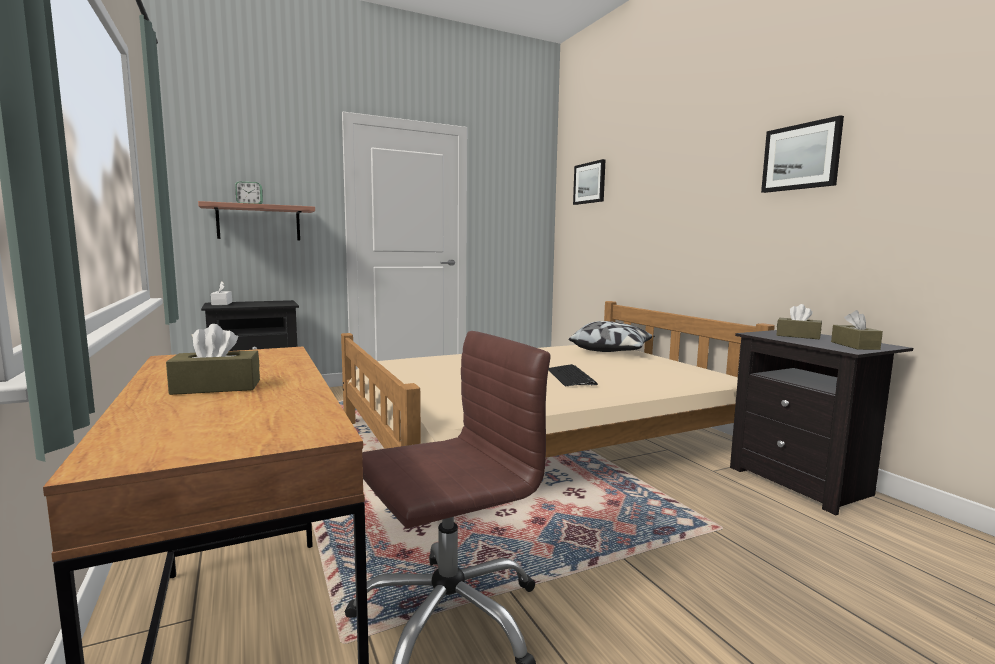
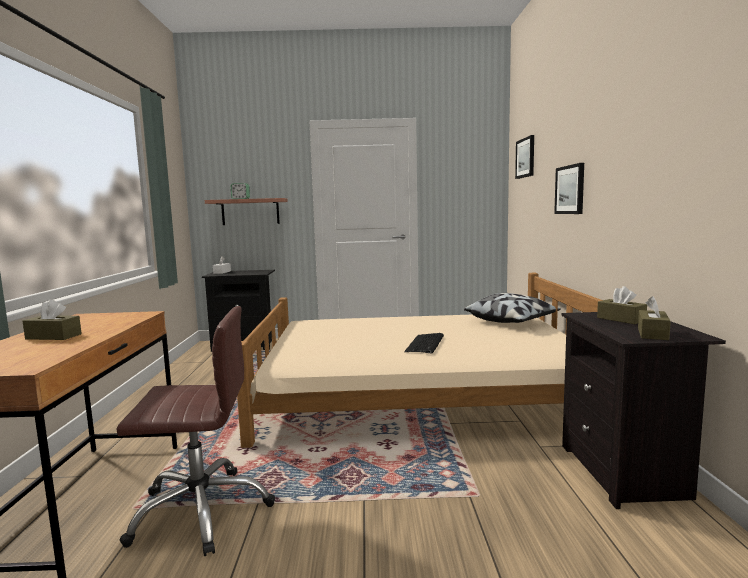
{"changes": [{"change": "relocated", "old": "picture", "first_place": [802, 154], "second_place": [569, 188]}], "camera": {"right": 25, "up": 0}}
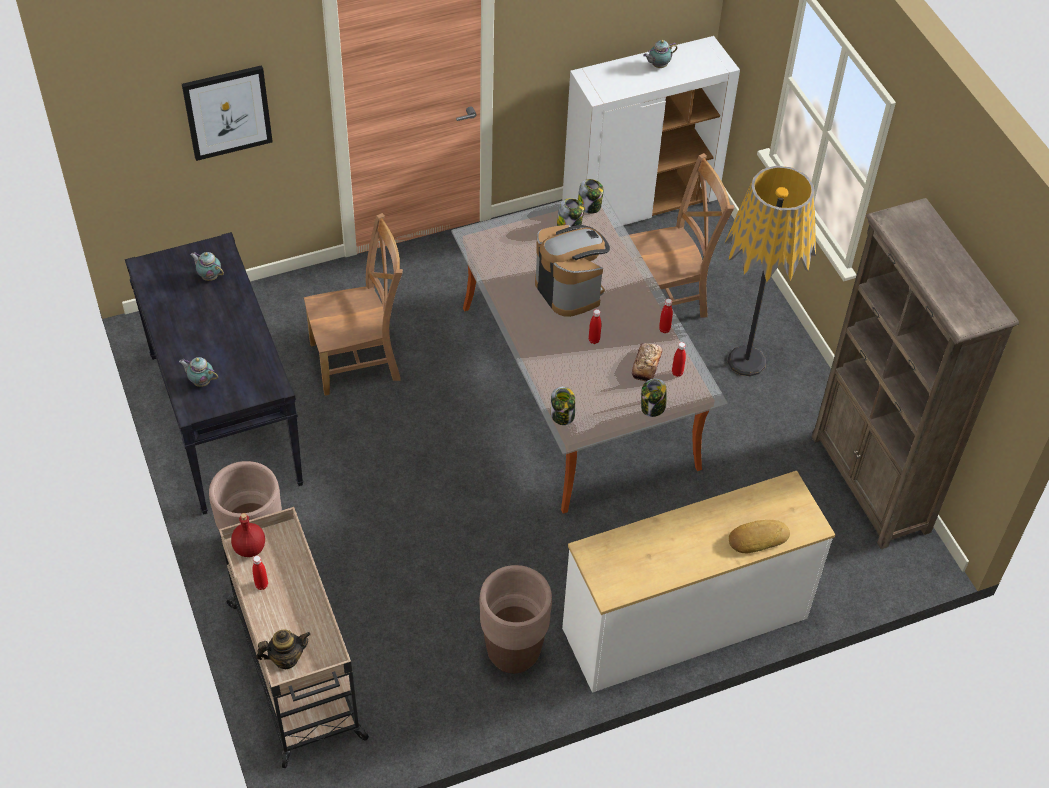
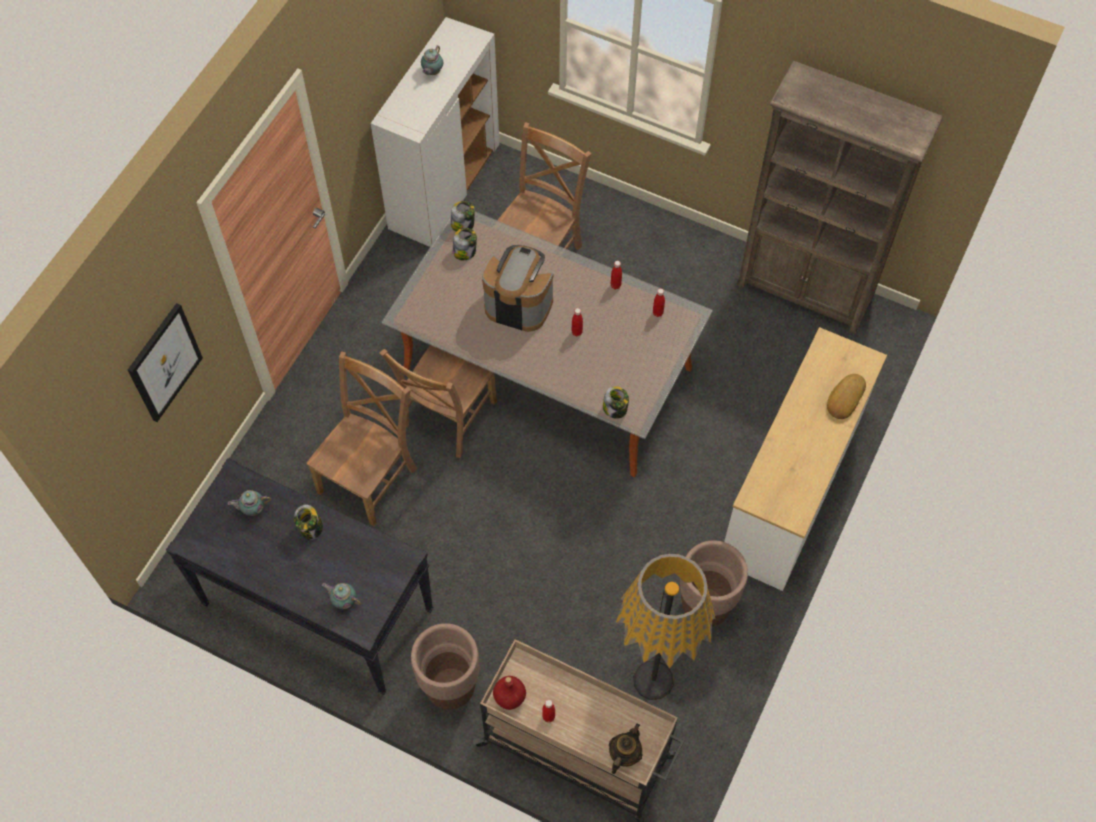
{"changes": [{"change": "relocated", "old": "storage jar", "first_place": [654, 397], "second_place": [308, 522]}, {"change": "spun", "old": "tea pot", "first_place": [198, 372], "second_place": [341, 596], "degrees": 45}, {"change": "appeared", "new": "chair/brown", "second_place": [438, 401]}, {"change": "relocated", "old": "standing lamp", "first_place": [770, 271], "second_place": [665, 627]}, {"change": "missing", "old": "baked bread", "first_place": [647, 362]}], "camera": {"right": -40, "up": 10}}
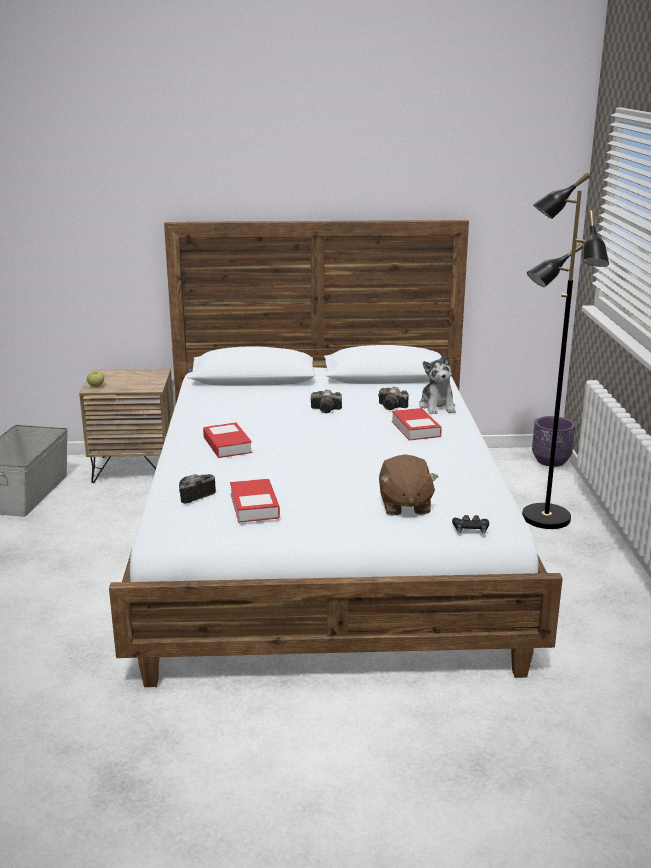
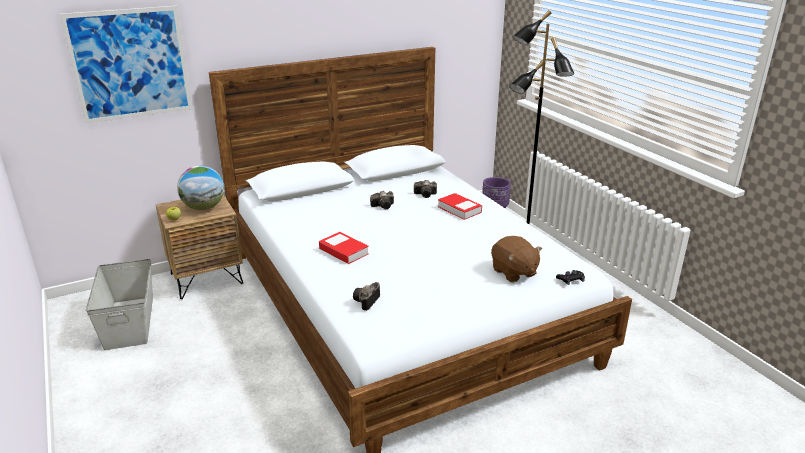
{"changes": [{"change": "appeared", "new": "picture", "second_place": [126, 65]}, {"change": "appeared", "new": "globe", "second_place": [200, 187]}, {"change": "missing", "old": "volume", "first_place": [255, 501]}, {"change": "missing", "old": "plush toy", "first_place": [437, 383]}], "camera": {"right": -25, "up": 5}}
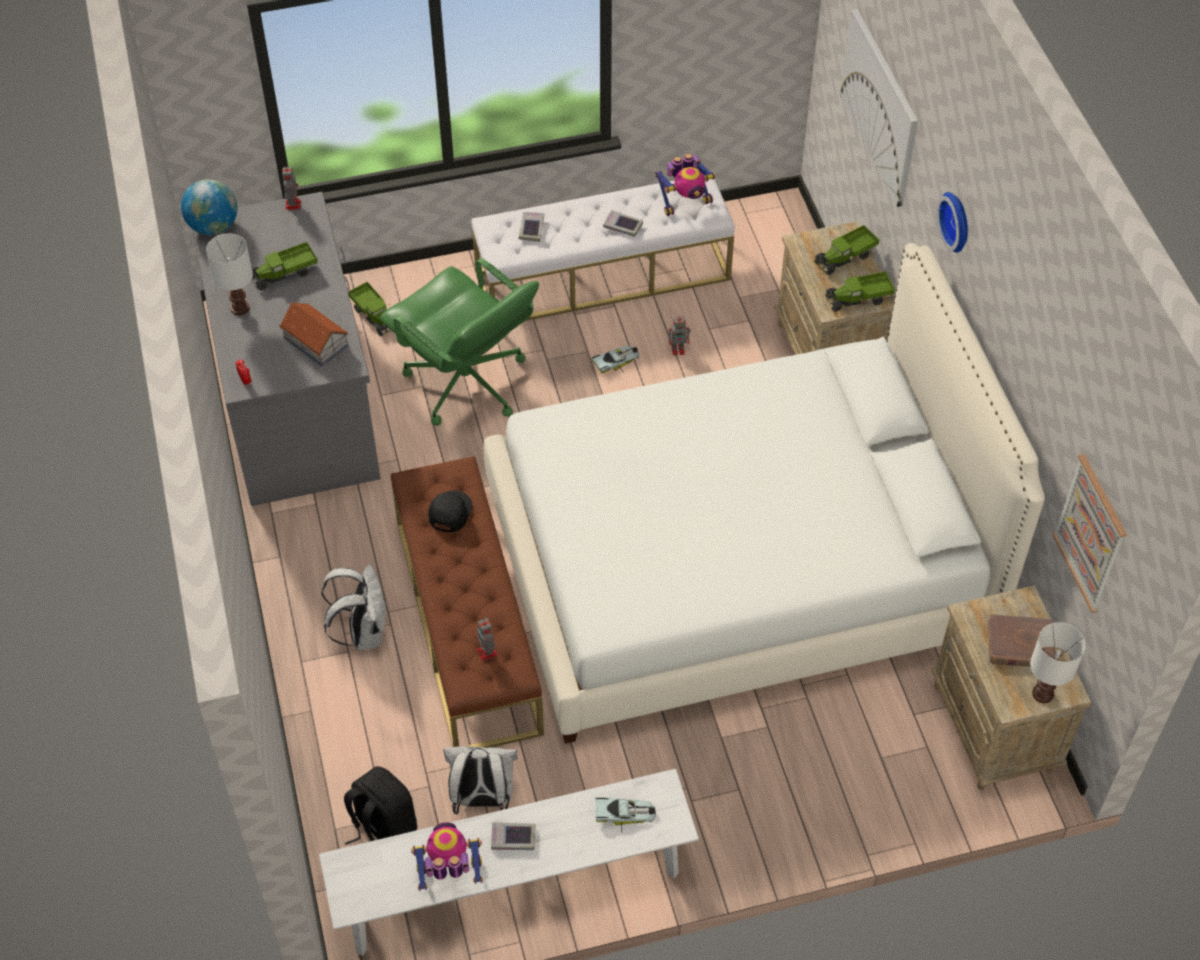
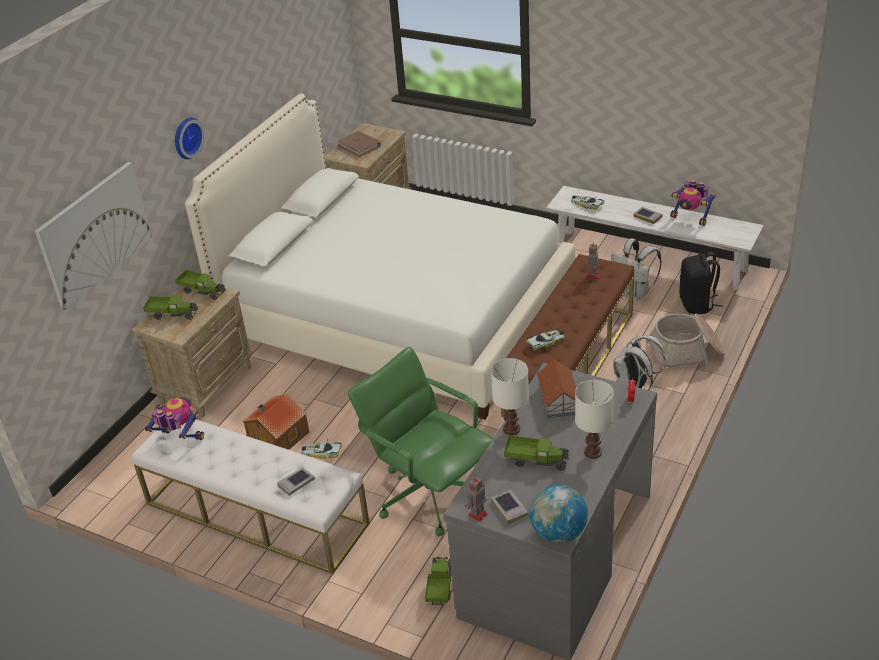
{"changes": [{"change": "exchanged", "old": "robot figure", "new": "miniature house", "first_place": [680, 335], "second_place": [276, 422]}, {"change": "spun", "old": "desk chair/greenish", "first_place": [459, 342], "second_place": [420, 441], "degrees": -45}, {"change": "relocated", "old": "tabletop lamp/white-coloured", "first_place": [1058, 662], "second_place": [510, 396]}, {"change": "relocated", "old": "volume", "first_place": [623, 223], "second_place": [509, 507]}, {"change": "exchanged", "old": "baseball cap/black", "new": "toy car", "first_place": [450, 511], "second_place": [545, 341]}, {"change": "appeared", "new": "storage basket", "second_place": [685, 343]}, {"change": "missing", "old": "picture", "first_place": [1089, 533]}], "camera": {"right": -135, "up": -15}}
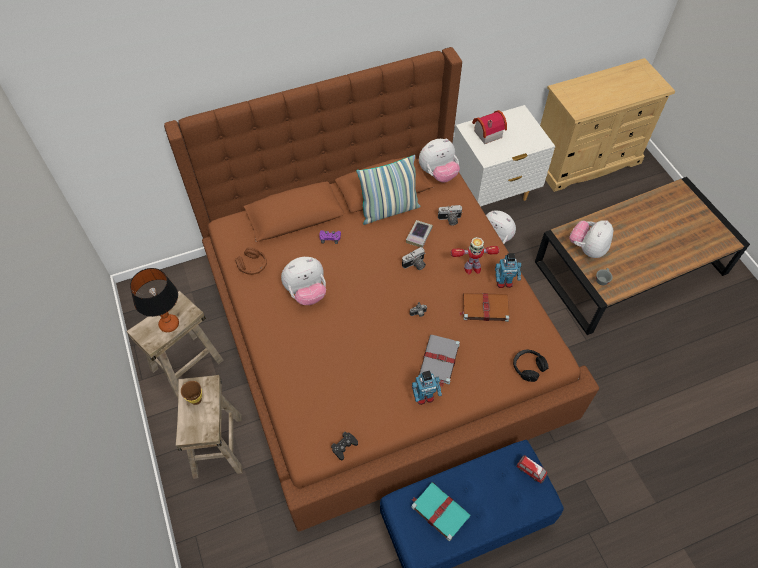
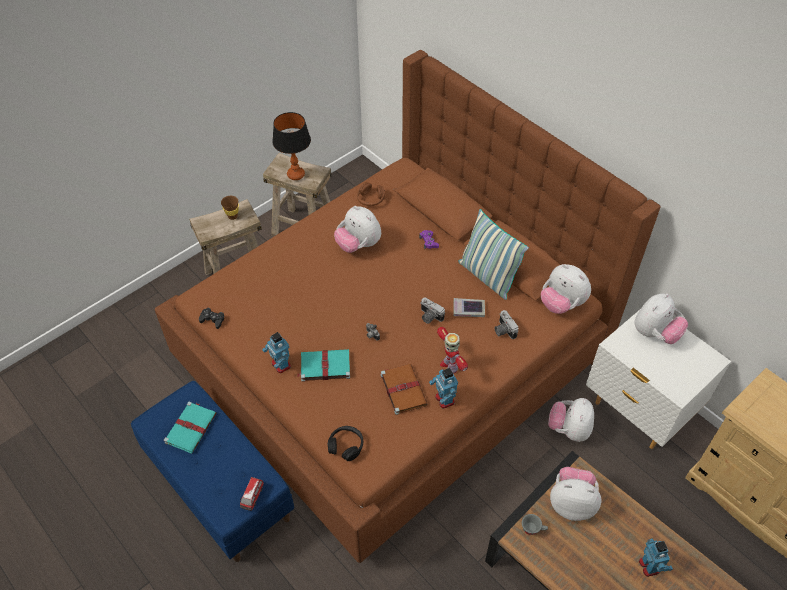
{"changes": [{"change": "colour", "old": "volume/grey", "new": "volume/turquoise-coloured", "first_place": [439, 361], "second_place": [323, 365]}, {"change": "exchanged", "old": "miniature house", "new": "plush toy", "first_place": [489, 127], "second_place": [661, 319]}, {"change": "appeared", "new": "robot figure", "second_place": [656, 557]}], "camera": {"right": 70, "up": -5}}
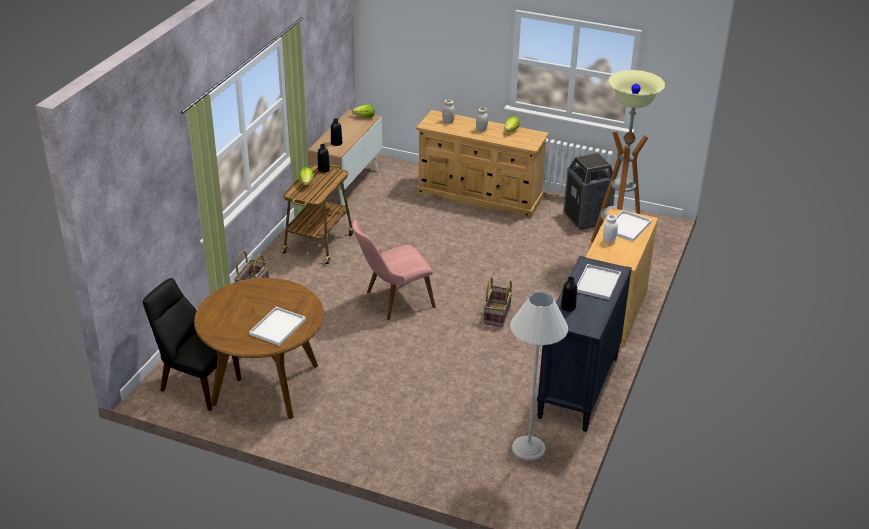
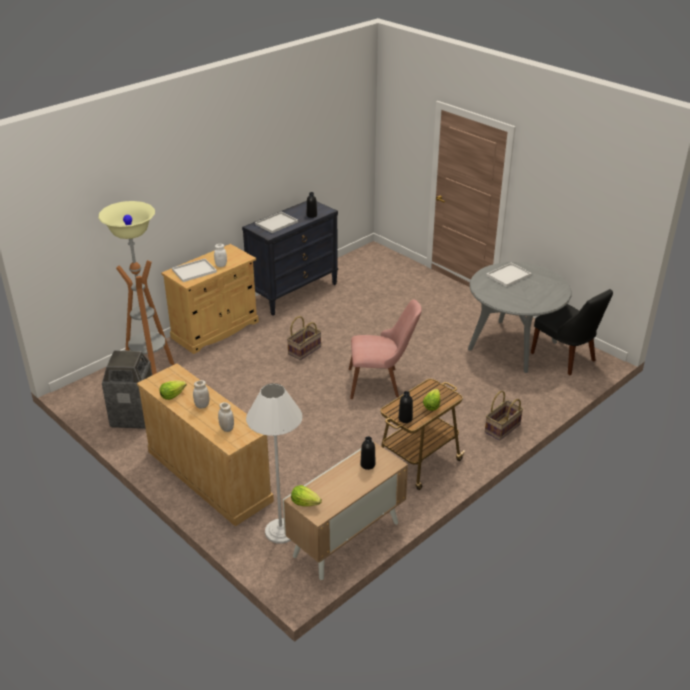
{"changes": [{"change": "relocated", "old": "standing lamp/white-coloured", "first_place": [539, 376], "second_place": [274, 463]}, {"change": "colour", "old": "dinner table/brown", "new": "dinner table/grey", "first_place": [259, 348], "second_place": [520, 317]}], "camera": {"right": -155, "up": 0}}
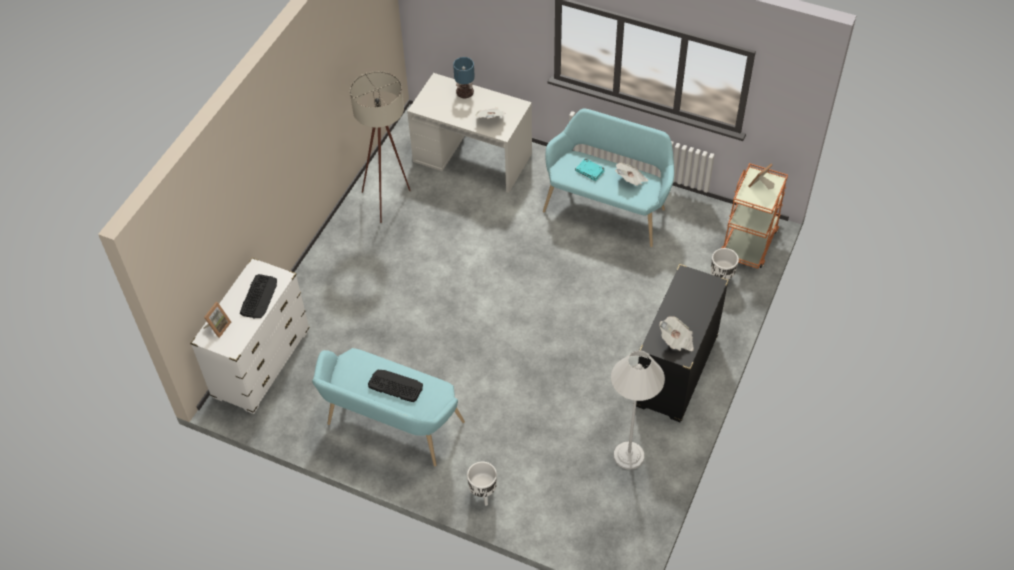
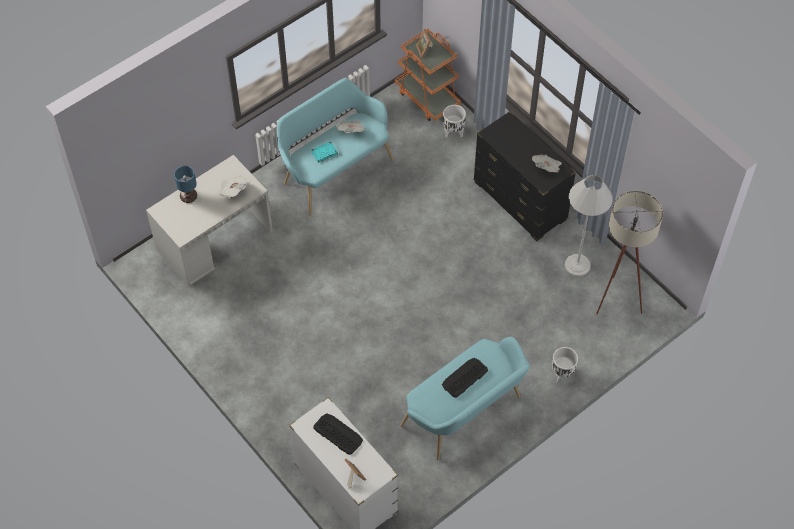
{"changes": [{"change": "relocated", "old": "standing lamp/beige", "first_place": [380, 147], "second_place": [629, 252]}], "camera": {"right": -65, "up": 5}}
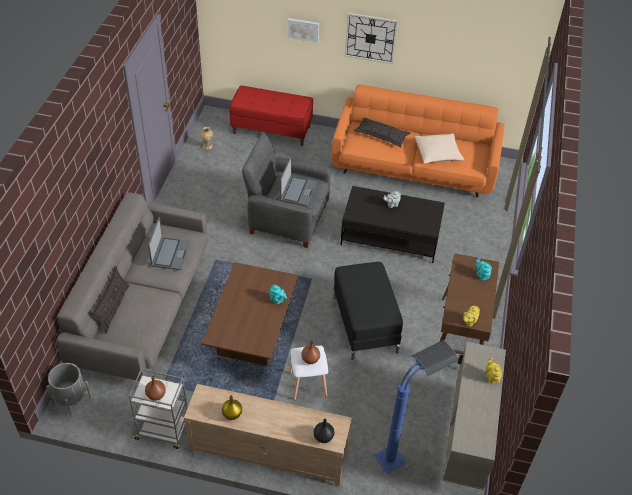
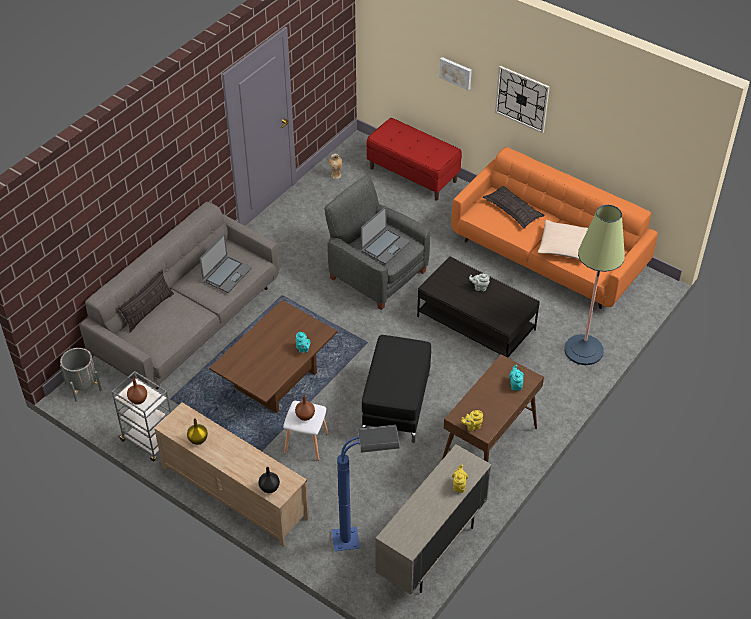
{"changes": [{"change": "appeared", "new": "standing lamp", "second_place": [594, 285]}], "camera": {"right": 25, "up": 0}}
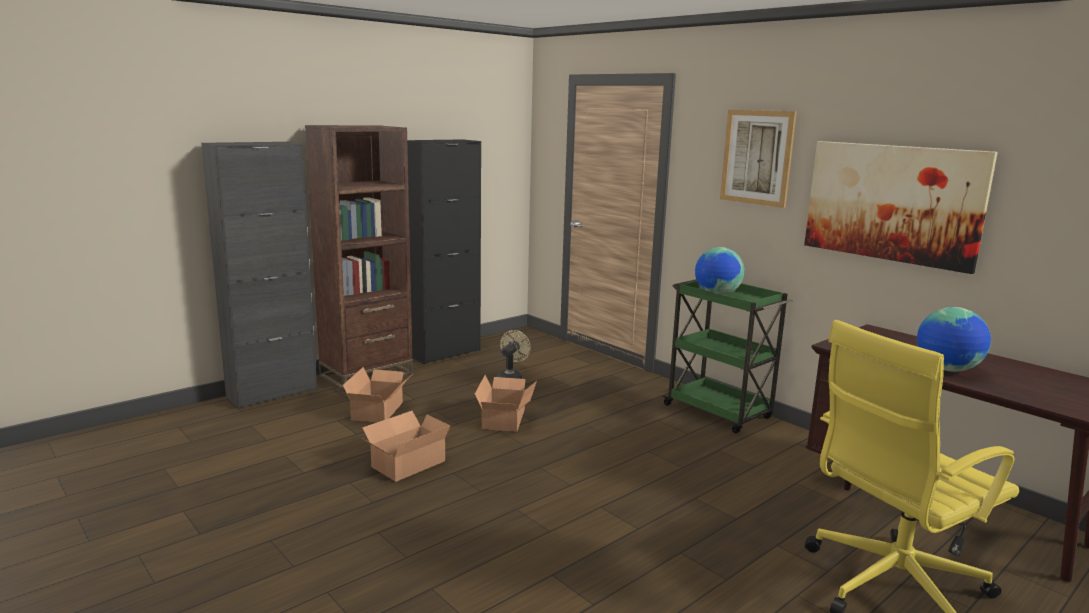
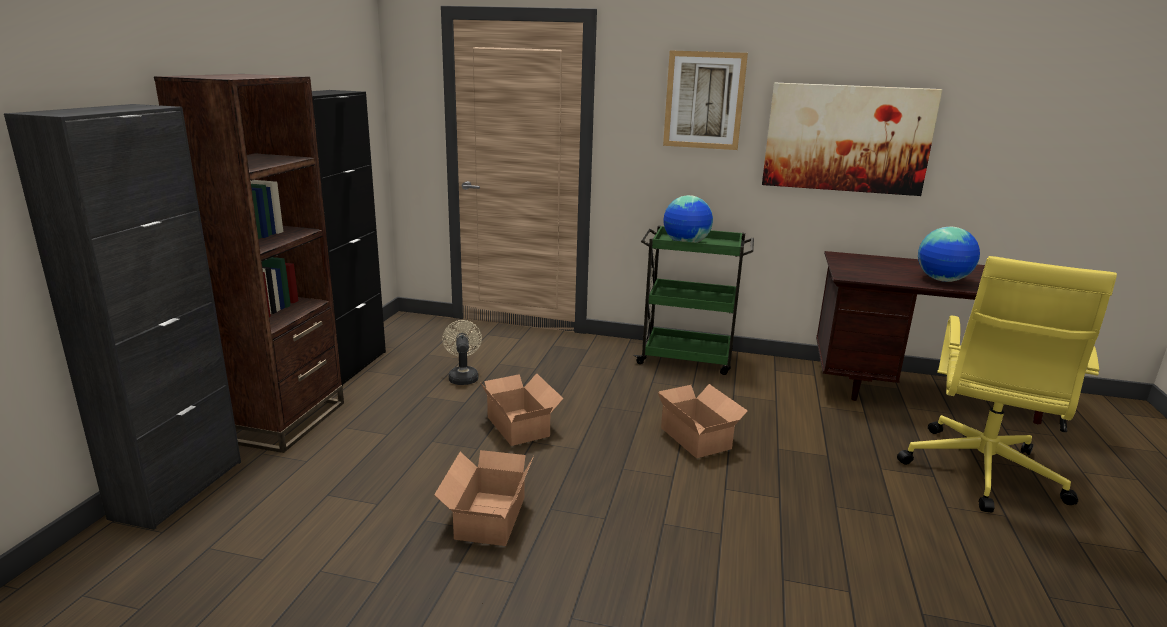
{"changes": [{"change": "relocated", "old": "carton", "first_place": [376, 394], "second_place": [702, 421]}], "camera": {"right": -35, "up": 5}}
